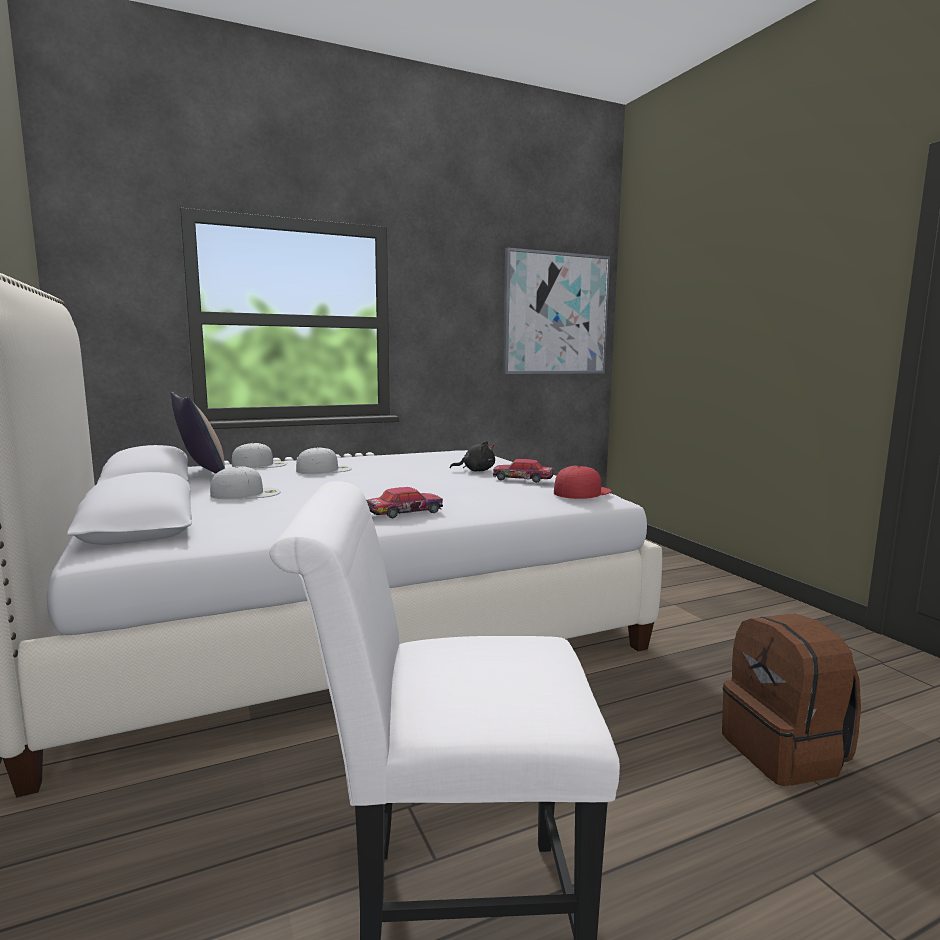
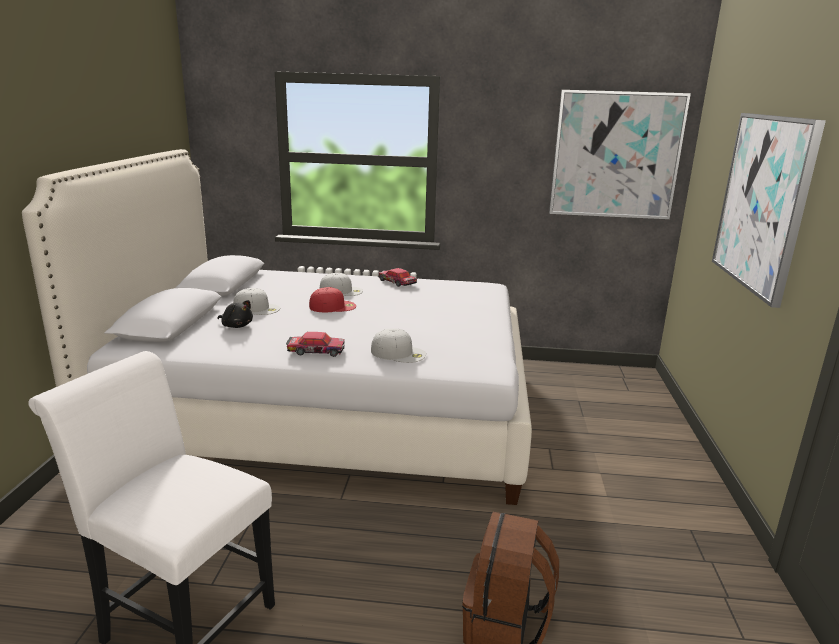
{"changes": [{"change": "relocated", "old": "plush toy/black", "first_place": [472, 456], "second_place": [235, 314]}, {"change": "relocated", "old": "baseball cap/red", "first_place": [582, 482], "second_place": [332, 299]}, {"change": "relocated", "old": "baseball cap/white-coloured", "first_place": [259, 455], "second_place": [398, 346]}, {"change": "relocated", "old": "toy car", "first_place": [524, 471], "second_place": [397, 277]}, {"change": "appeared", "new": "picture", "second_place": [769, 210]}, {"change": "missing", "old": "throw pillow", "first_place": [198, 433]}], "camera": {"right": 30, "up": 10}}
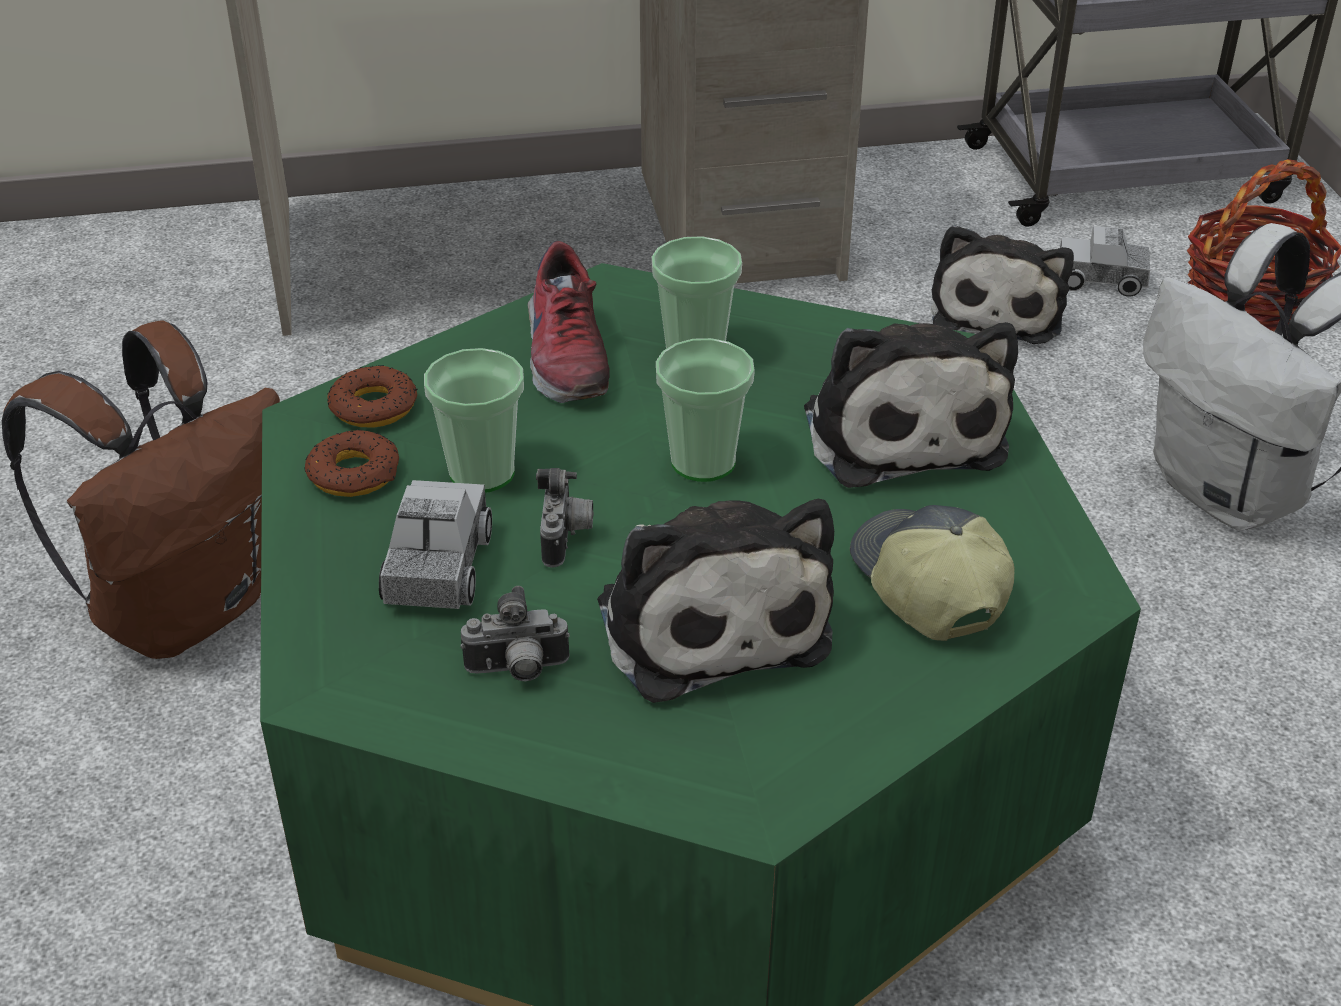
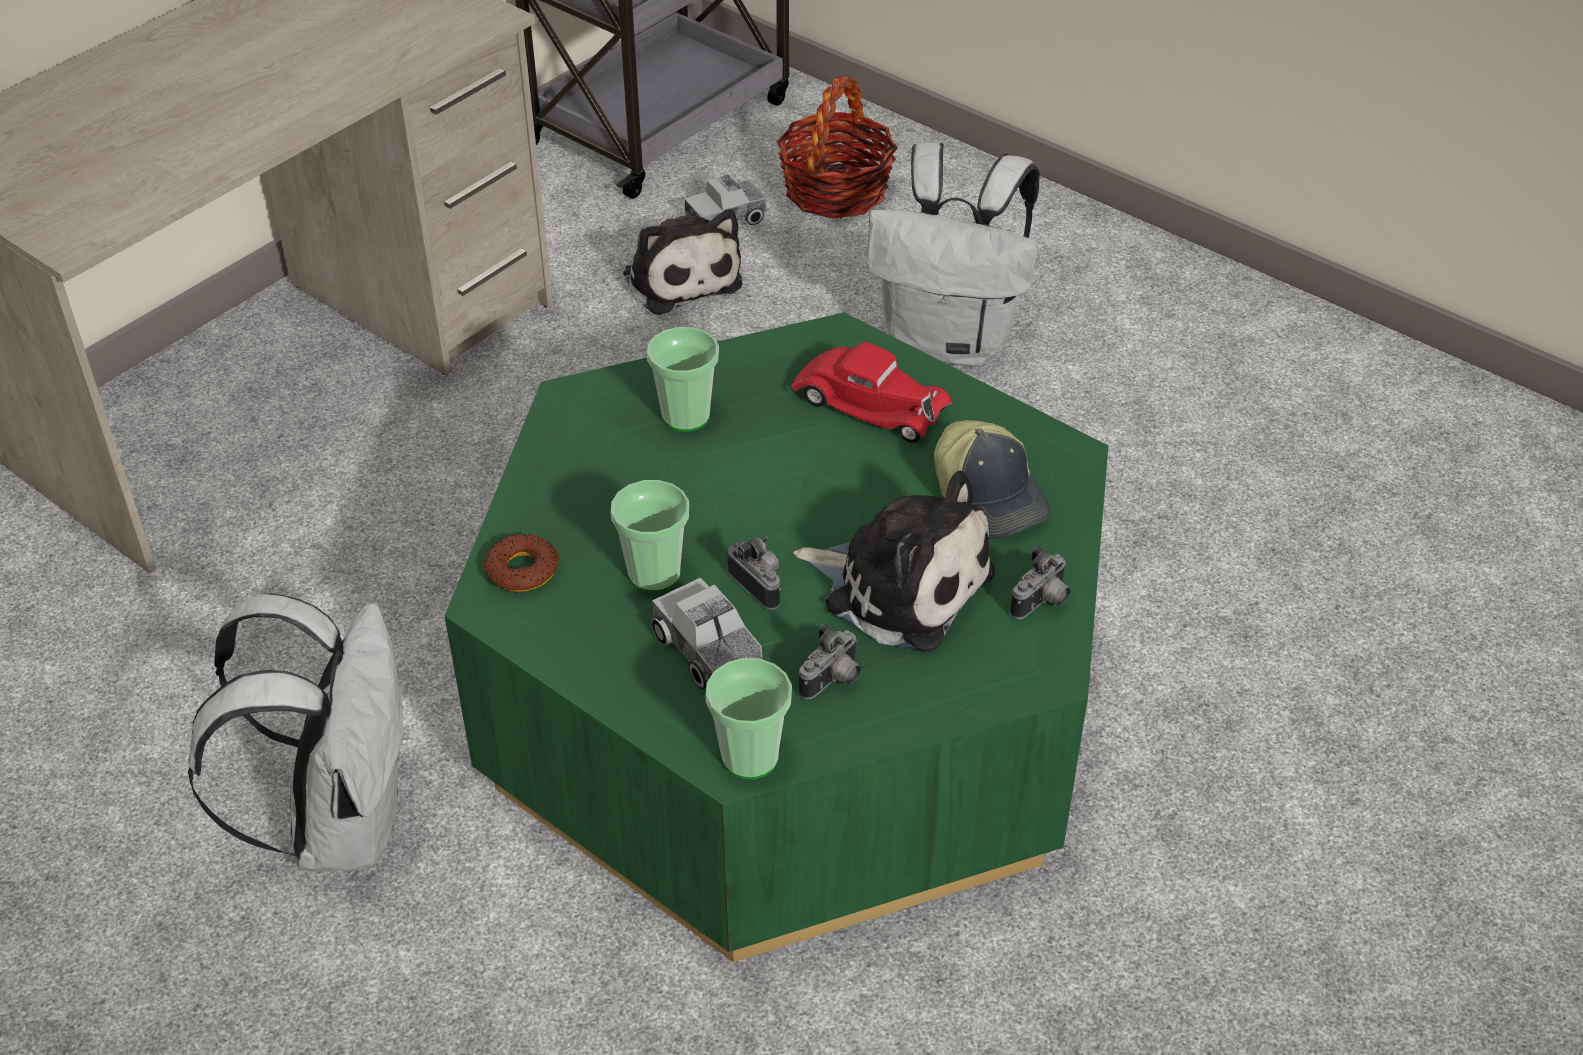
{"changes": [{"change": "colour", "old": "knapsack/brown", "new": "knapsack/white-coloured", "first_place": [141, 490], "second_place": [298, 732]}, {"change": "relocated", "old": "small cup", "first_place": [705, 410], "second_place": [748, 718]}, {"change": "exchanged", "old": "plush toy", "new": "toy car/red", "first_place": [911, 405], "second_place": [871, 392]}, {"change": "spun", "old": "baseball cap", "first_place": [932, 573], "second_place": [992, 479], "degrees": -150}, {"change": "appeared", "new": "still camera", "second_place": [1040, 582]}, {"change": "missing", "old": "donut", "first_place": [352, 463]}, {"change": "missing", "old": "shoe", "first_place": [568, 322]}], "camera": {"right": -40, "up": 5}}
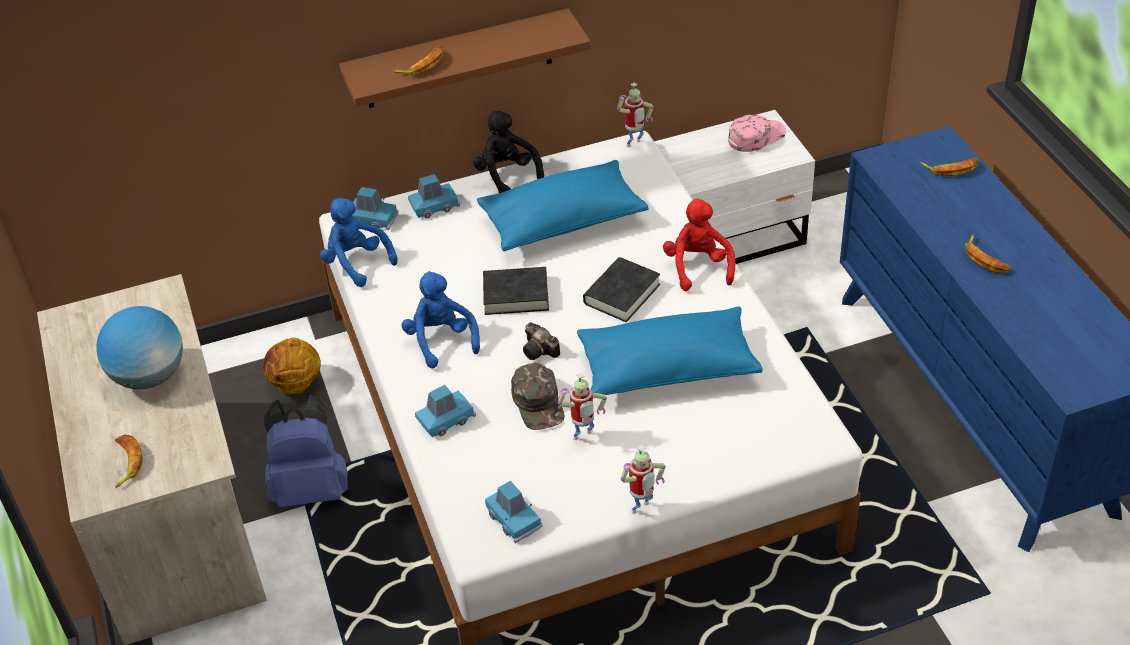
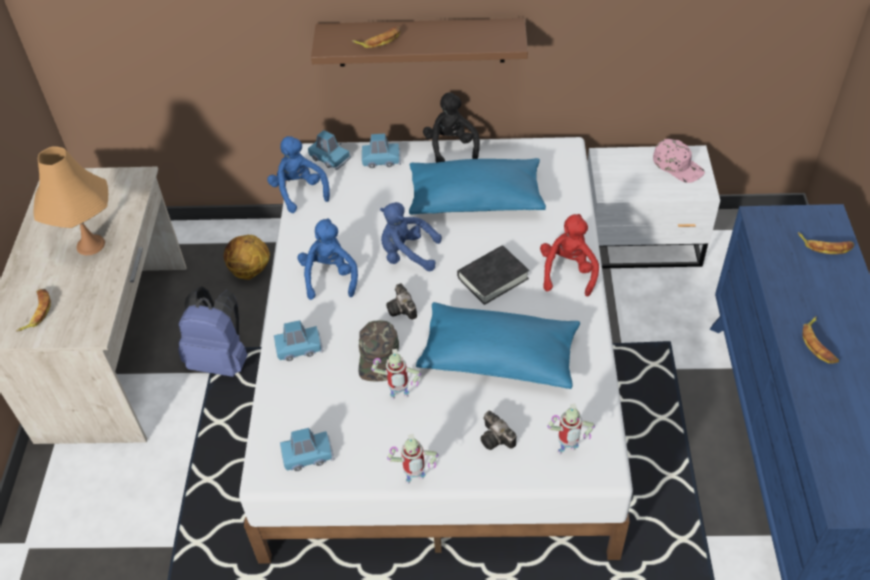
{"changes": [{"change": "exchanged", "old": "globe", "new": "tabletop lamp/orange-coloured", "first_place": [139, 347], "second_place": [71, 200]}, {"change": "spun", "old": "toy car/blue-coloured", "first_place": [514, 512], "second_place": [307, 449], "degrees": -90}, {"change": "exchanged", "old": "volume/black", "new": "plush toy/blue-coloured", "first_place": [516, 291], "second_place": [411, 237]}, {"change": "appeared", "new": "still camera", "second_place": [498, 430]}, {"change": "relocated", "old": "robot figure", "first_place": [635, 115], "second_place": [571, 428]}, {"change": "spun", "old": "baseball cap/pink-coloured", "first_place": [757, 133], "second_place": [679, 161], "degrees": 60}], "camera": {"right": 20, "up": 5}}
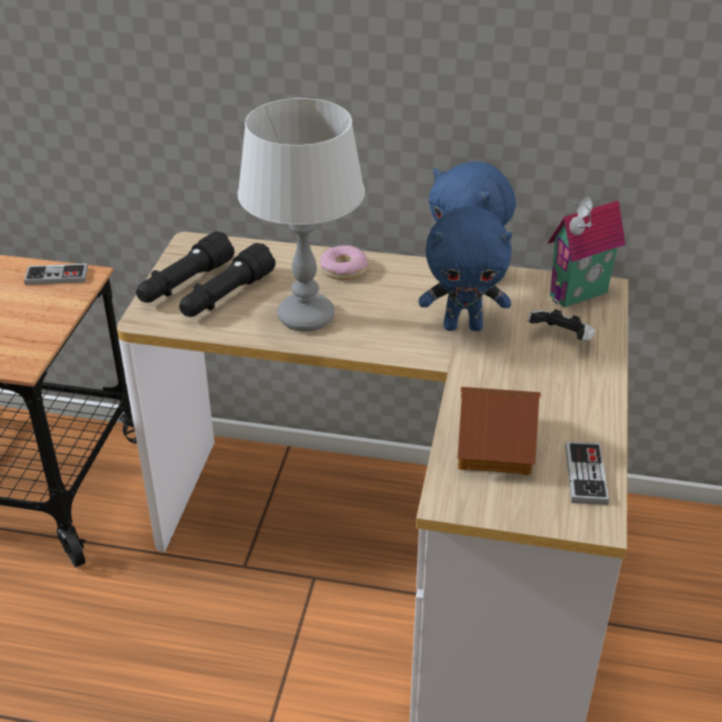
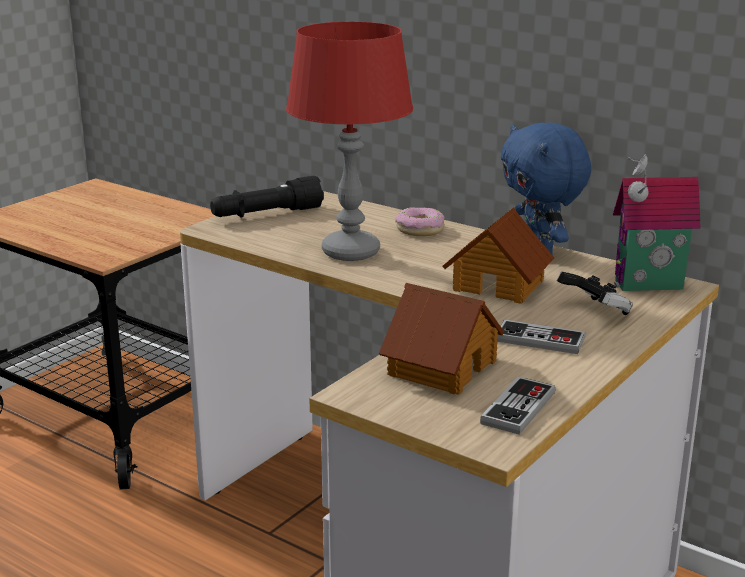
{"changes": [{"change": "colour", "old": "tabletop lamp/grey", "new": "tabletop lamp/red", "first_place": [301, 214], "second_place": [349, 141]}, {"change": "exchanged", "old": "plush toy/blue-coloured", "new": "miniature house", "first_place": [465, 268], "second_place": [498, 255]}, {"change": "relocated", "old": "game controller", "first_place": [56, 274], "second_place": [541, 337]}, {"change": "missing", "old": "flashlight/black", "first_place": [227, 280]}], "camera": {"right": 25, "up": -15}}
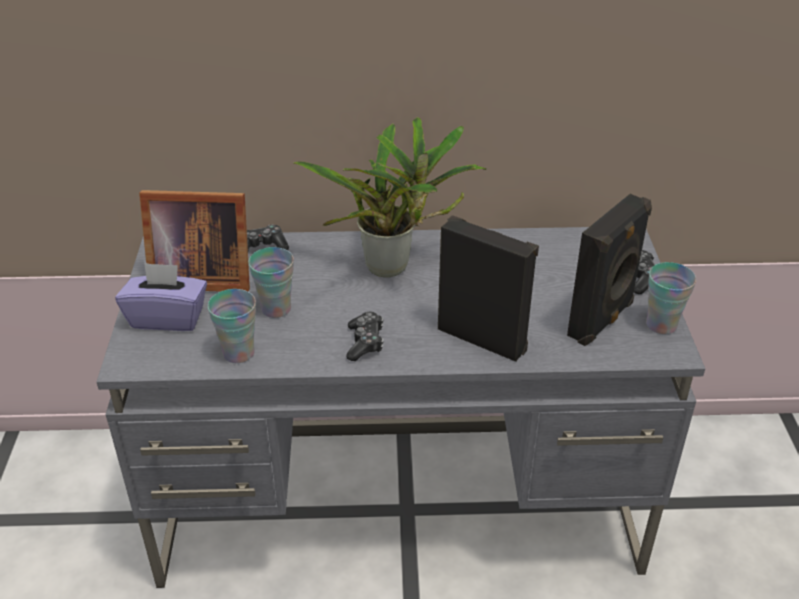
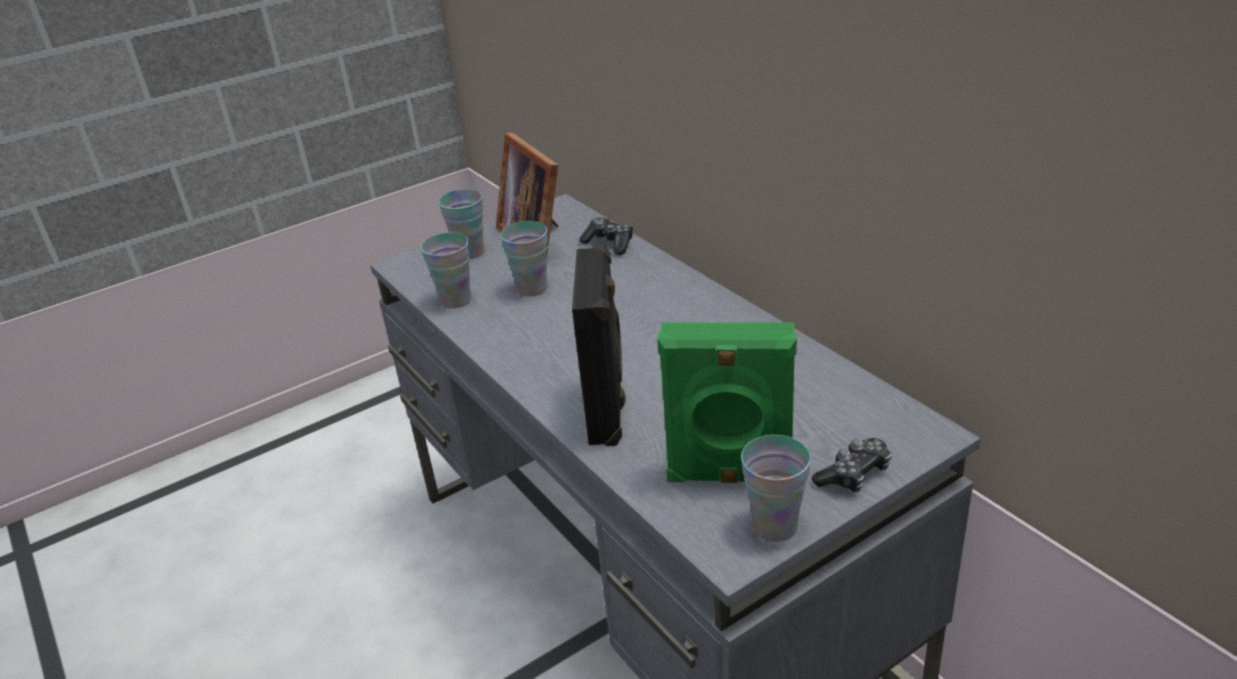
{"changes": [{"change": "exchanged", "old": "box of tissues/purplish", "new": "small cup", "first_place": [161, 296], "second_place": [462, 224]}, {"change": "colour", "old": "audio speaker/black", "new": "audio speaker/greenish", "first_place": [609, 270], "second_place": [727, 402]}, {"change": "missing", "old": "potted plant", "first_place": [390, 197]}, {"change": "missing", "old": "game controller", "first_place": [364, 336]}], "camera": {"right": 60, "up": -5}}
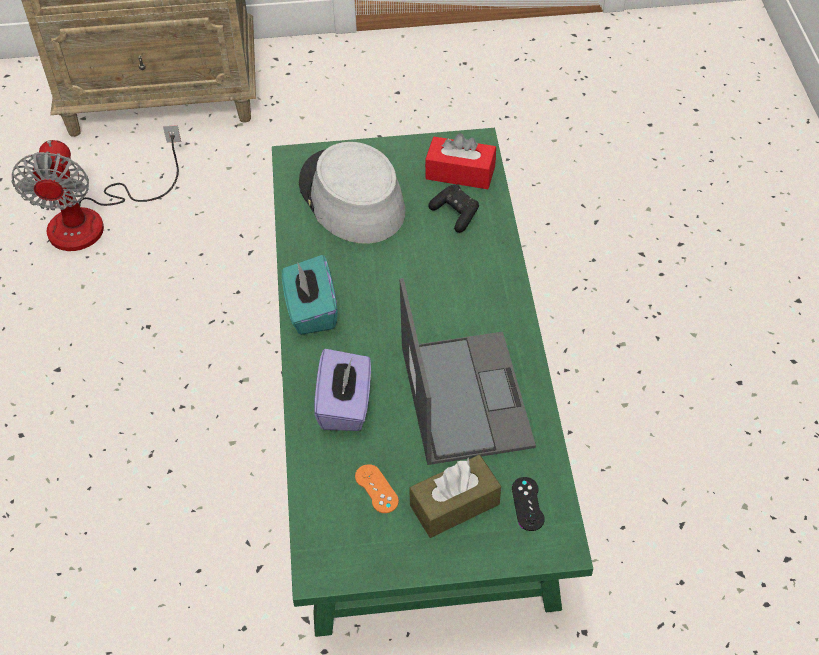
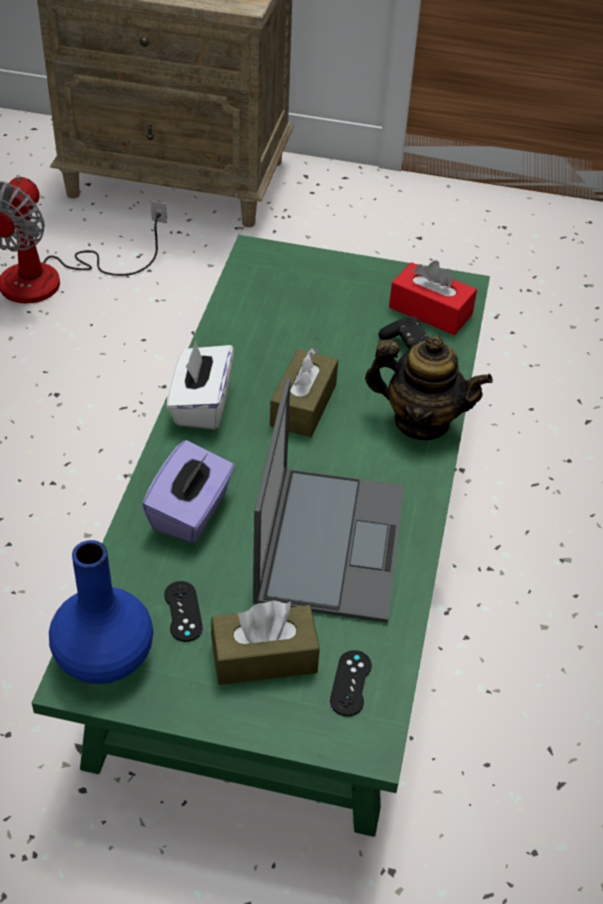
{"changes": [{"change": "appeared", "new": "decorative vase/blue-coloured", "second_place": [101, 612]}, {"change": "colour", "old": "game controller/orange-coloured", "new": "game controller/black", "first_place": [377, 488], "second_place": [183, 611]}, {"change": "colour", "old": "box of tissues/turquoise-coloured", "new": "box of tissues/white-coloured", "first_place": [310, 295], "second_place": [200, 385]}, {"change": "appeared", "new": "box of tissues/brown", "second_place": [304, 392]}, {"change": "appeared", "new": "tea pot", "second_place": [429, 387]}, {"change": "missing", "old": "clothing hat/grey", "first_place": [352, 193]}], "camera": {"right": 15, "up": -5}}
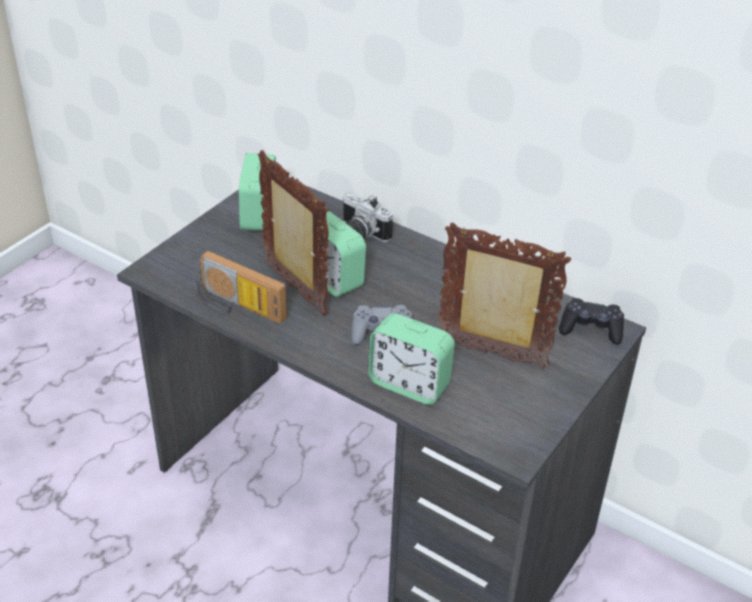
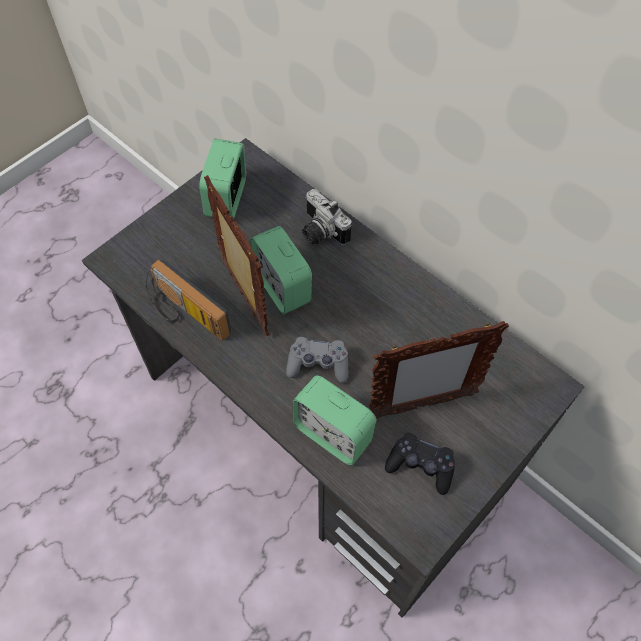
{"changes": [{"change": "spun", "old": "picture frame", "first_place": [505, 295], "second_place": [439, 370], "degrees": 135}, {"change": "relocated", "old": "game controller/black", "first_place": [591, 321], "second_place": [420, 464]}], "camera": {"right": 10, "up": 20}}
